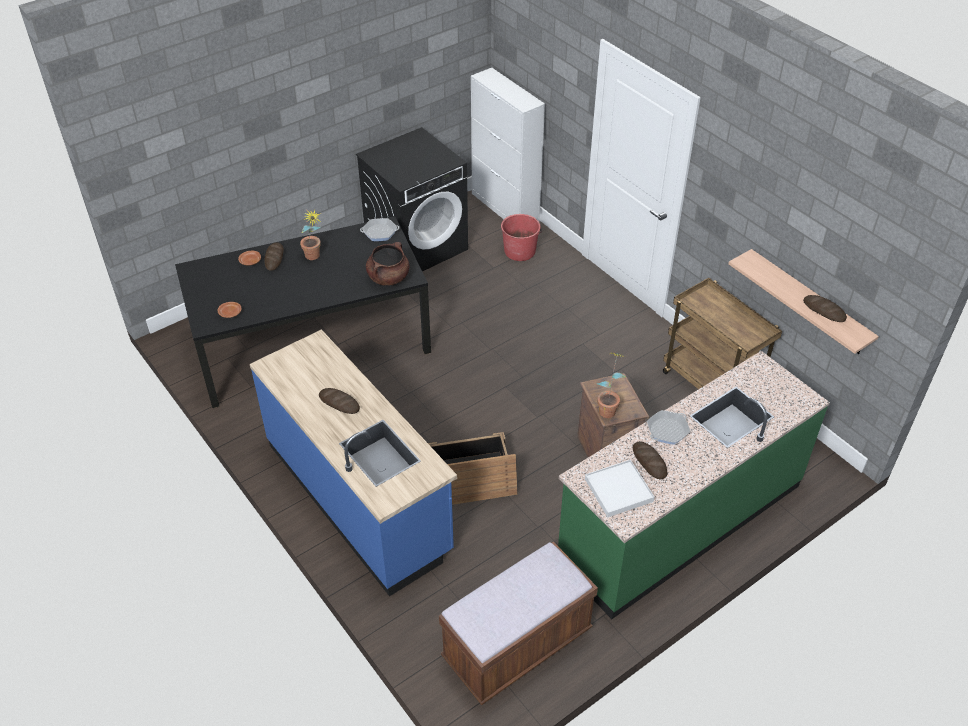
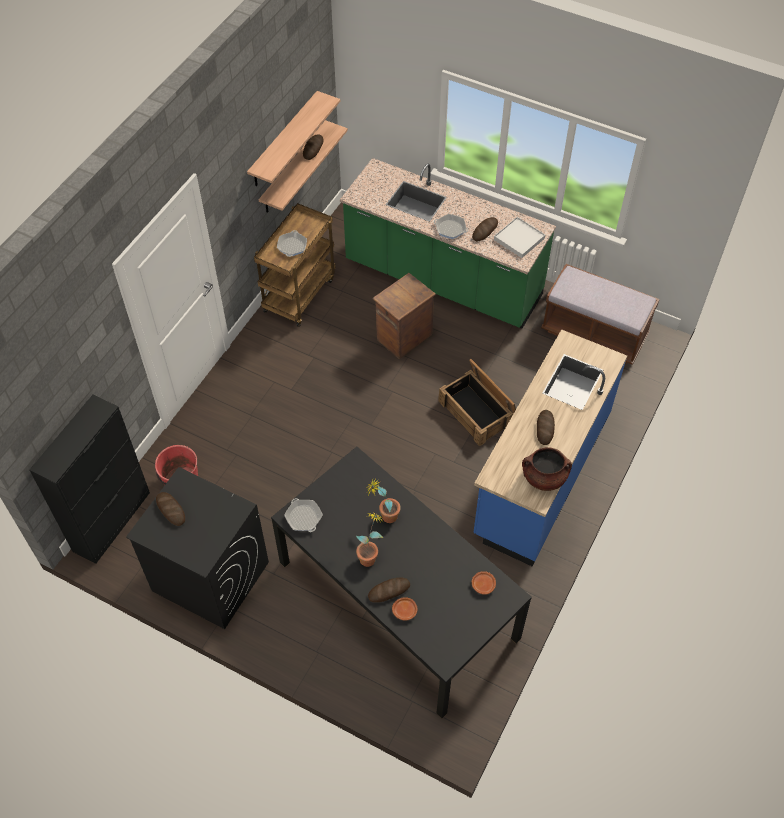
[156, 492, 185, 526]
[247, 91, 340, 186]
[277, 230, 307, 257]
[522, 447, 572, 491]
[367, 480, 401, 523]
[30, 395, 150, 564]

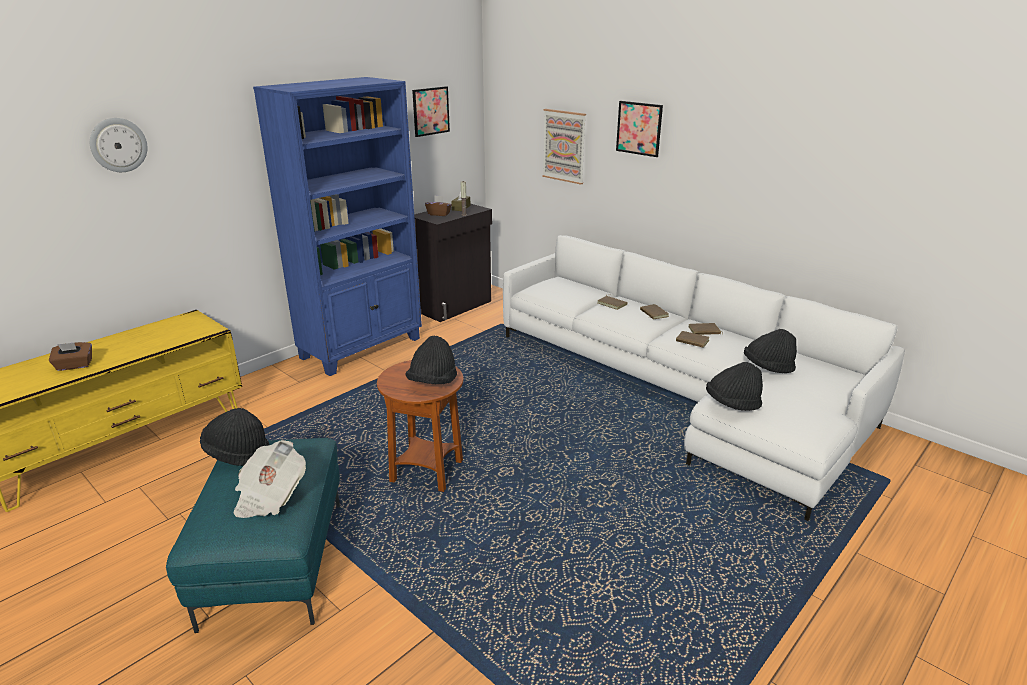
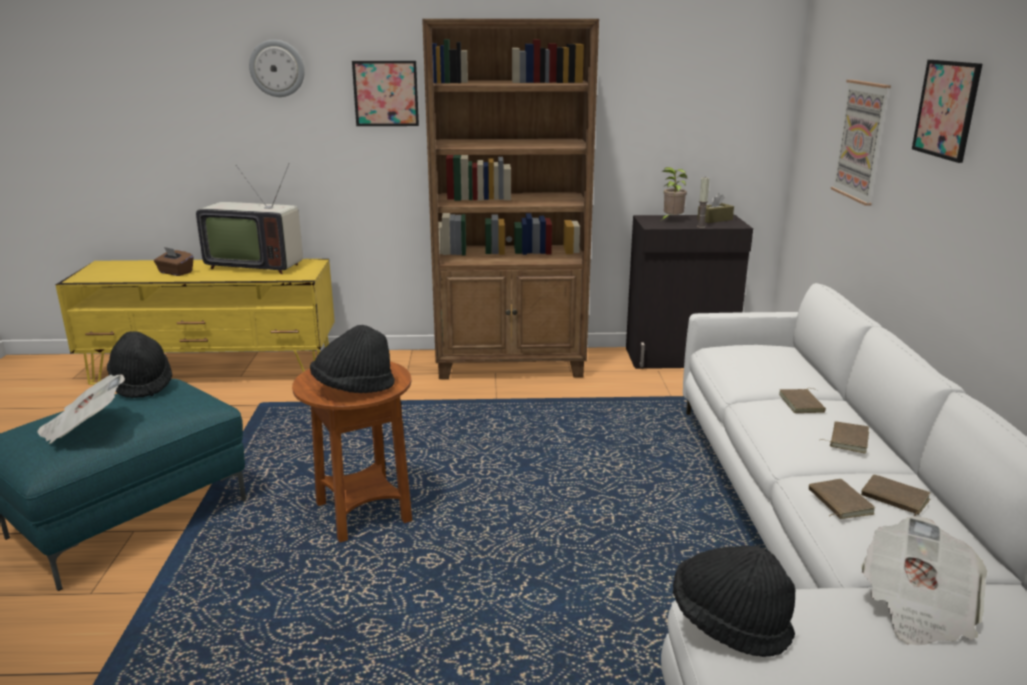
[196, 163, 303, 274]
[352, 61, 419, 126]
[662, 167, 688, 220]
[861, 516, 987, 645]
[422, 19, 599, 379]

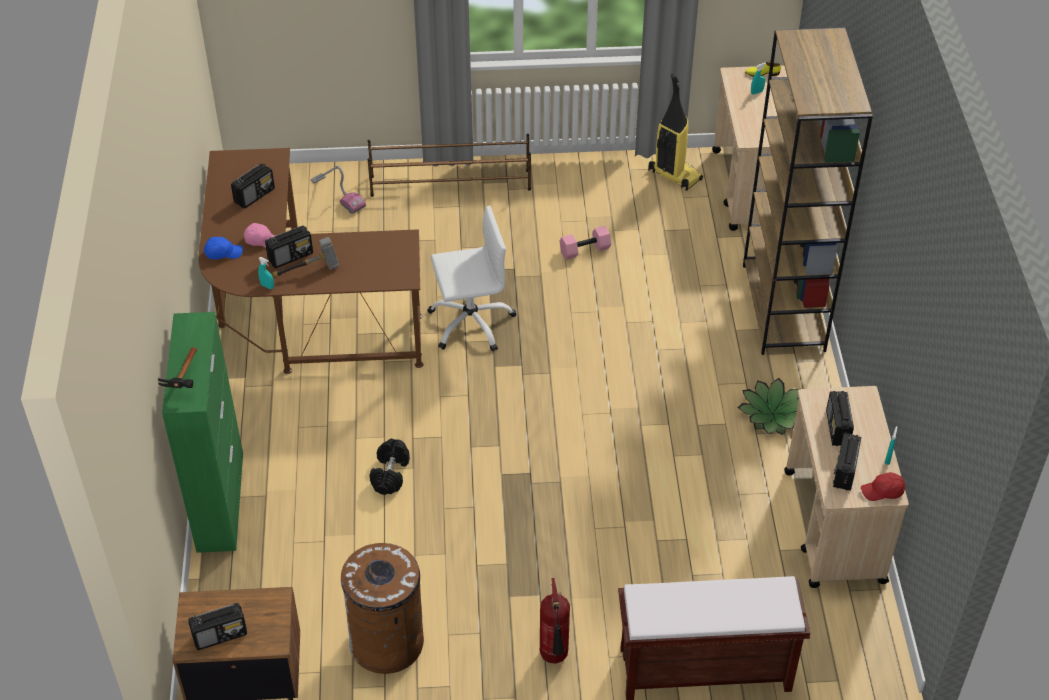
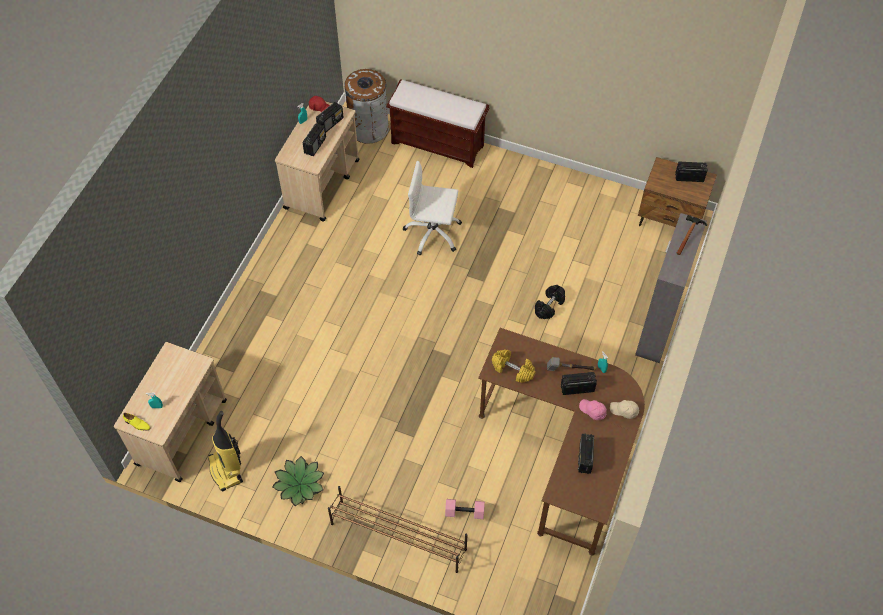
[310, 166, 366, 214] (first image)
[540, 578, 570, 664] (first image)
[743, 28, 873, 355] (first image)
[492, 349, 536, 383]
[344, 69, 389, 144]
[403, 161, 462, 256]
[445, 499, 485, 519]
[272, 456, 324, 506]
[635, 213, 707, 363]
[610, 400, 639, 419]
[578, 434, 594, 474]

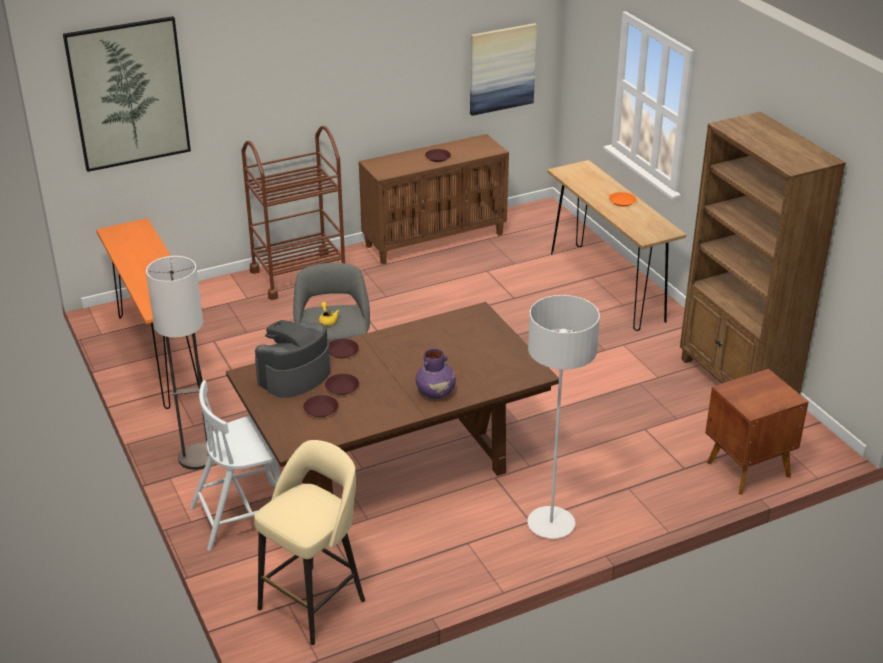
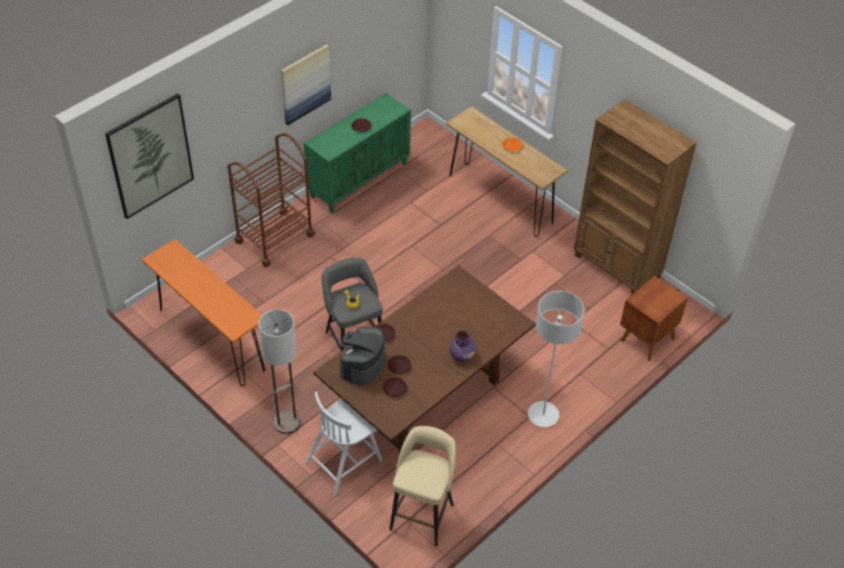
[281, 44, 331, 125]
[304, 93, 411, 213]

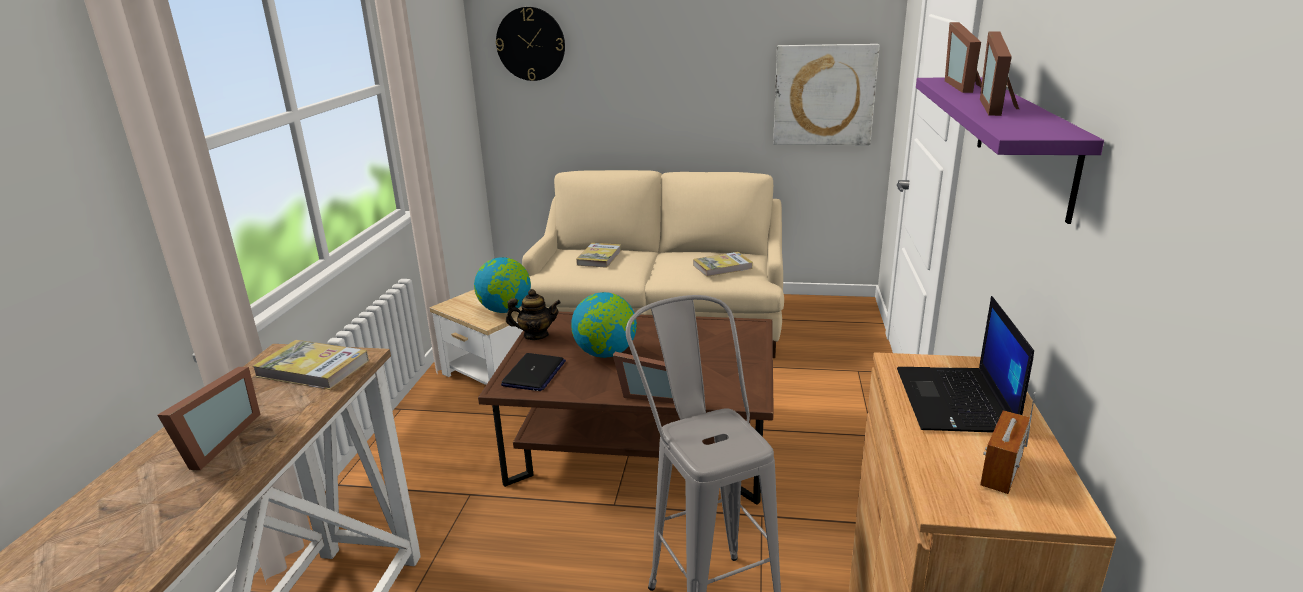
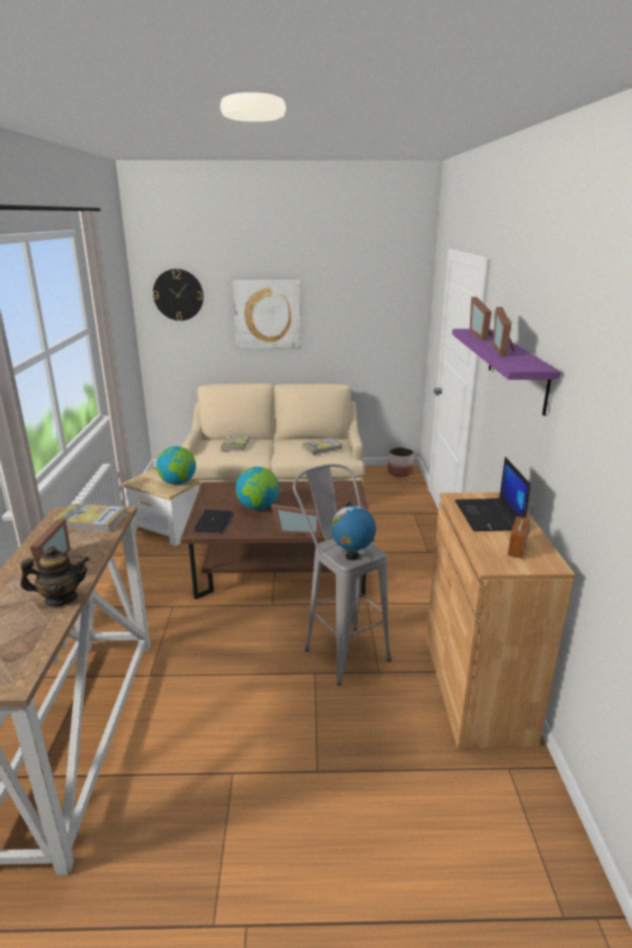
[331, 502, 376, 560]
[388, 447, 414, 477]
[20, 546, 89, 607]
[233, 280, 301, 349]

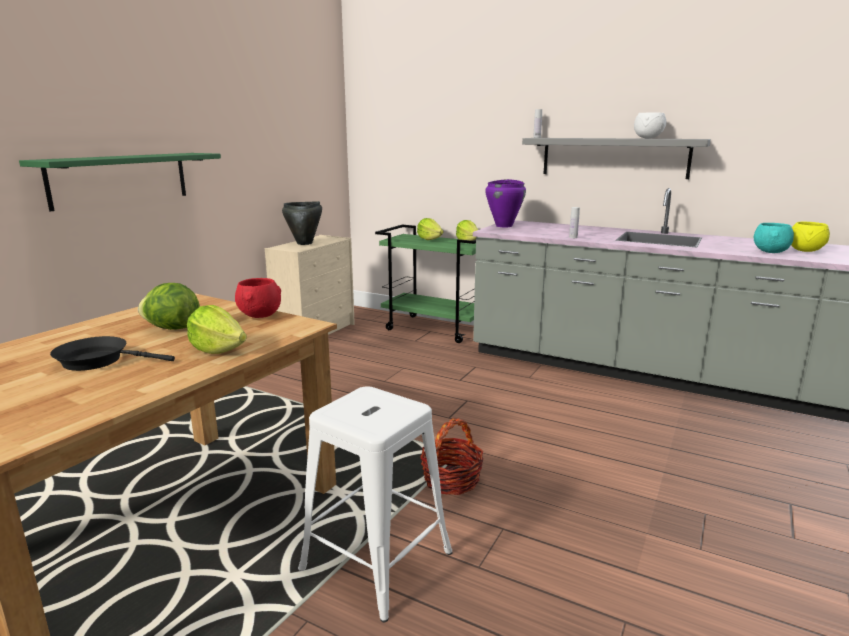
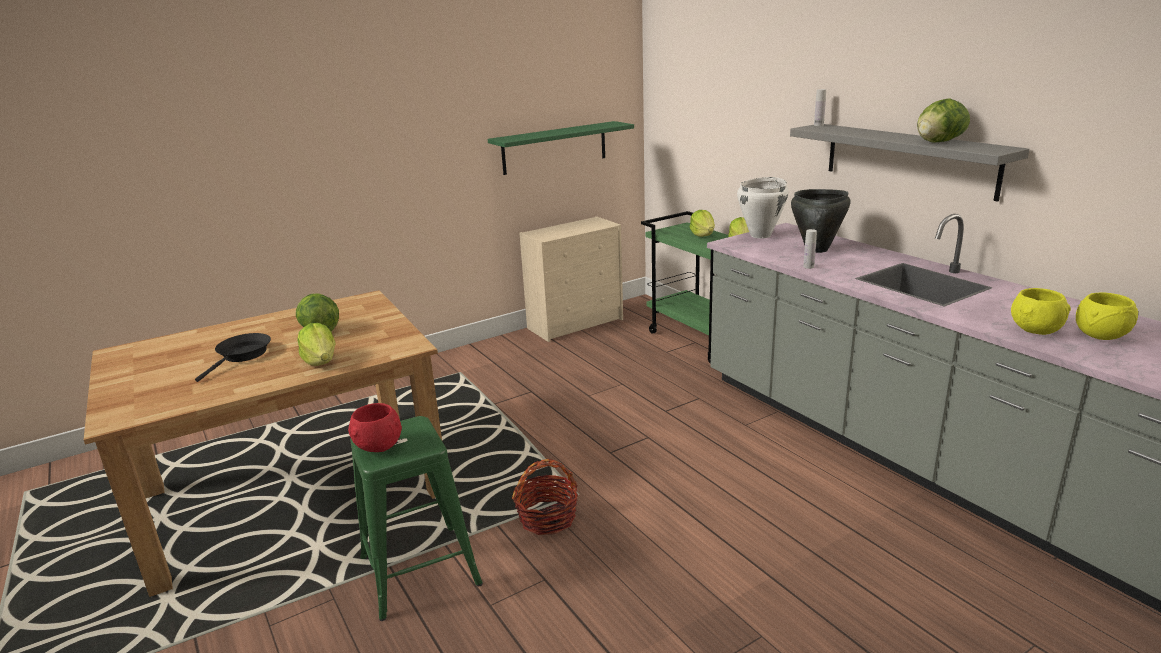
[488, 121, 634, 175]
[348, 403, 402, 452]
[791, 189, 850, 253]
[917, 98, 970, 143]
[350, 416, 483, 621]
[737, 177, 789, 238]
[1011, 288, 1071, 335]
[195, 333, 271, 382]

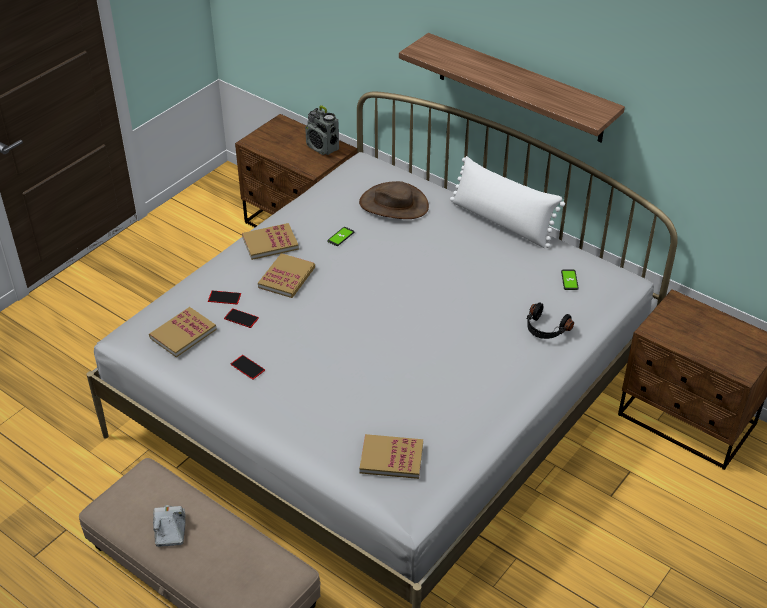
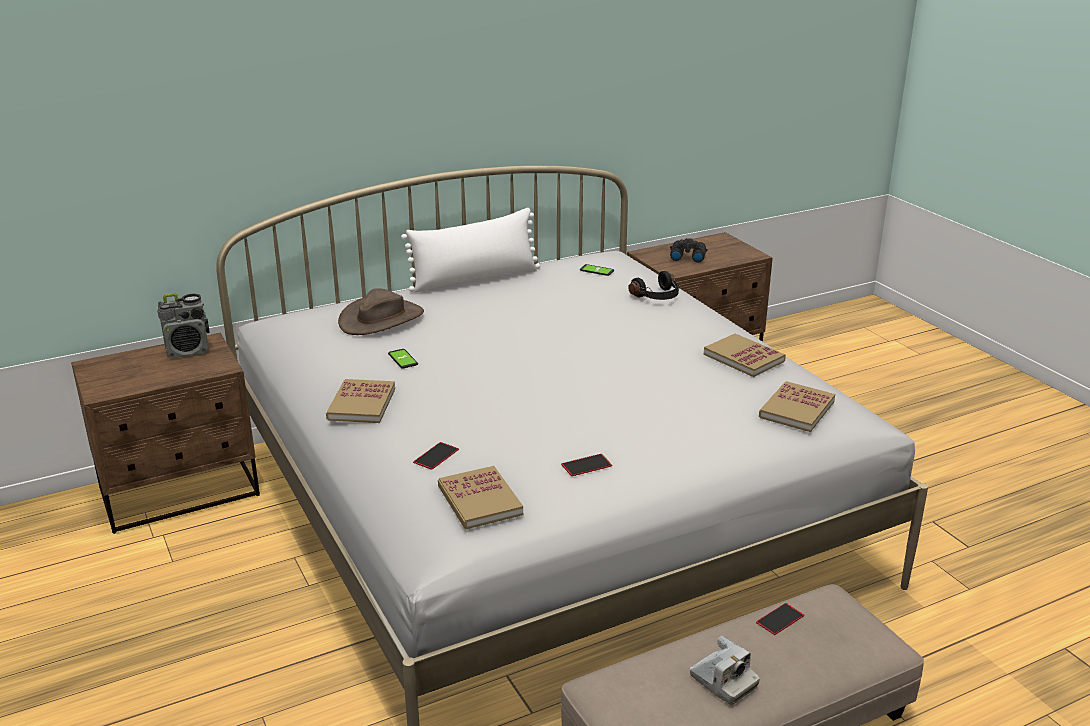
[399, 33, 625, 142] (first image)
[670, 238, 708, 263]
[756, 603, 804, 635]
[704, 333, 786, 377]
[690, 636, 760, 705]

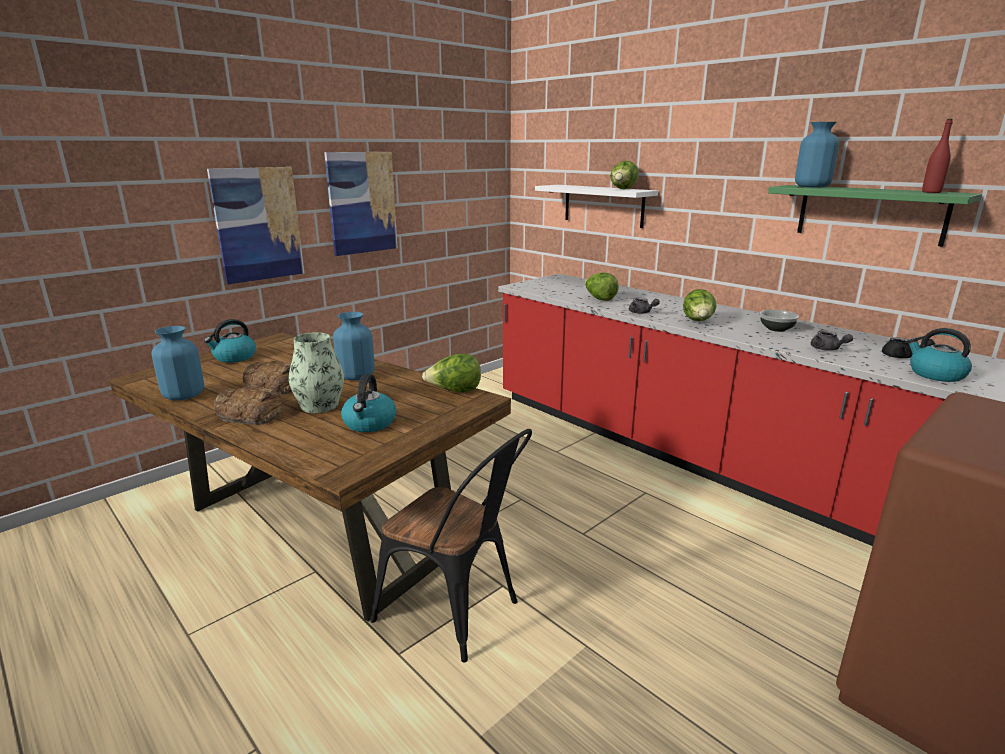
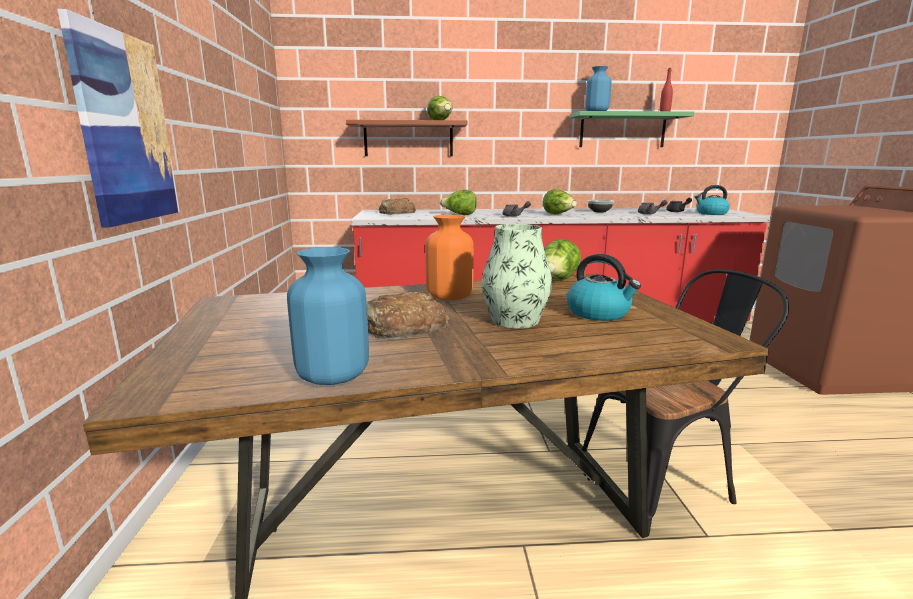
[204, 319, 256, 363] (first image)
[324, 152, 398, 256] (first image)
[379, 198, 416, 214]
[425, 215, 474, 301]
[346, 120, 467, 156]

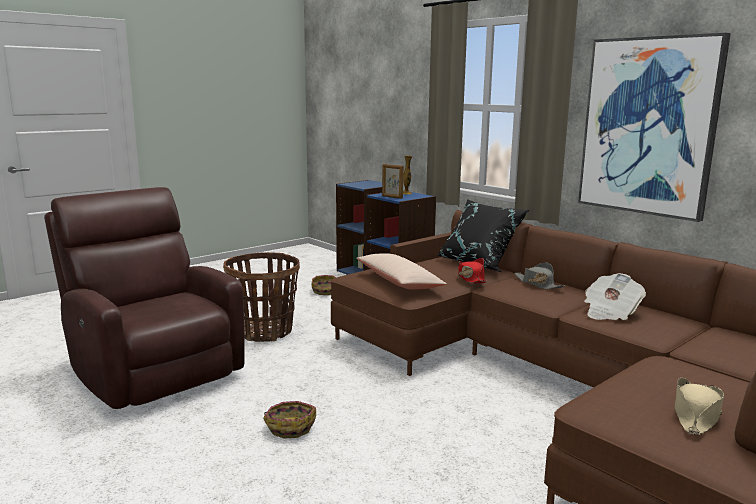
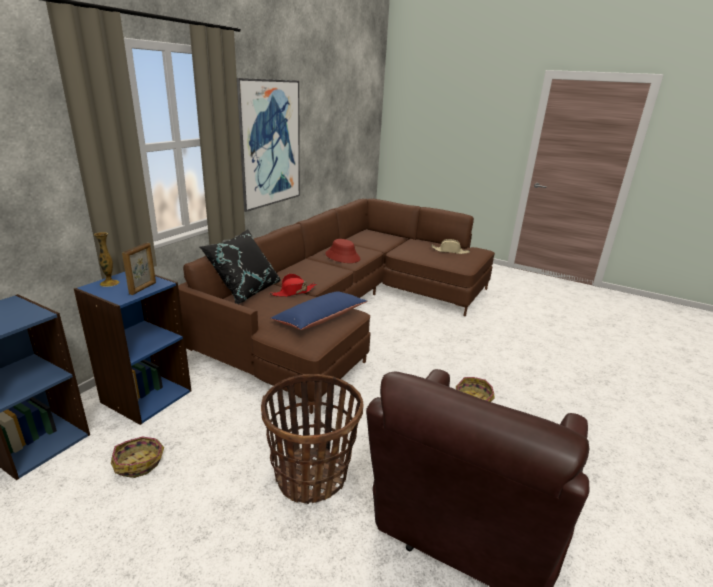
[514, 262, 565, 289] (first image)
[325, 239, 360, 263]
[271, 291, 367, 330]

